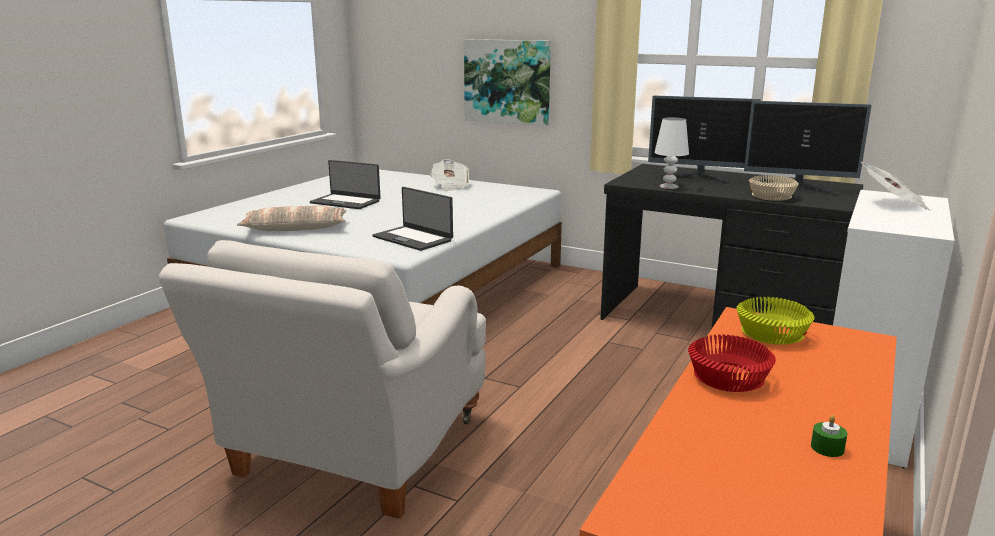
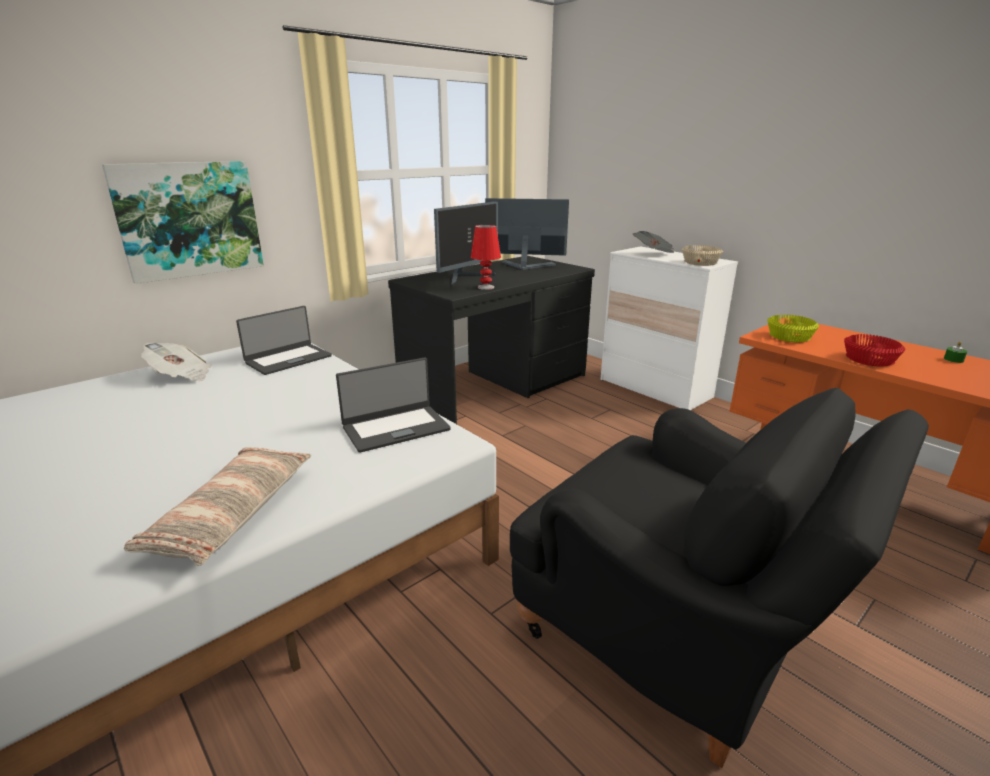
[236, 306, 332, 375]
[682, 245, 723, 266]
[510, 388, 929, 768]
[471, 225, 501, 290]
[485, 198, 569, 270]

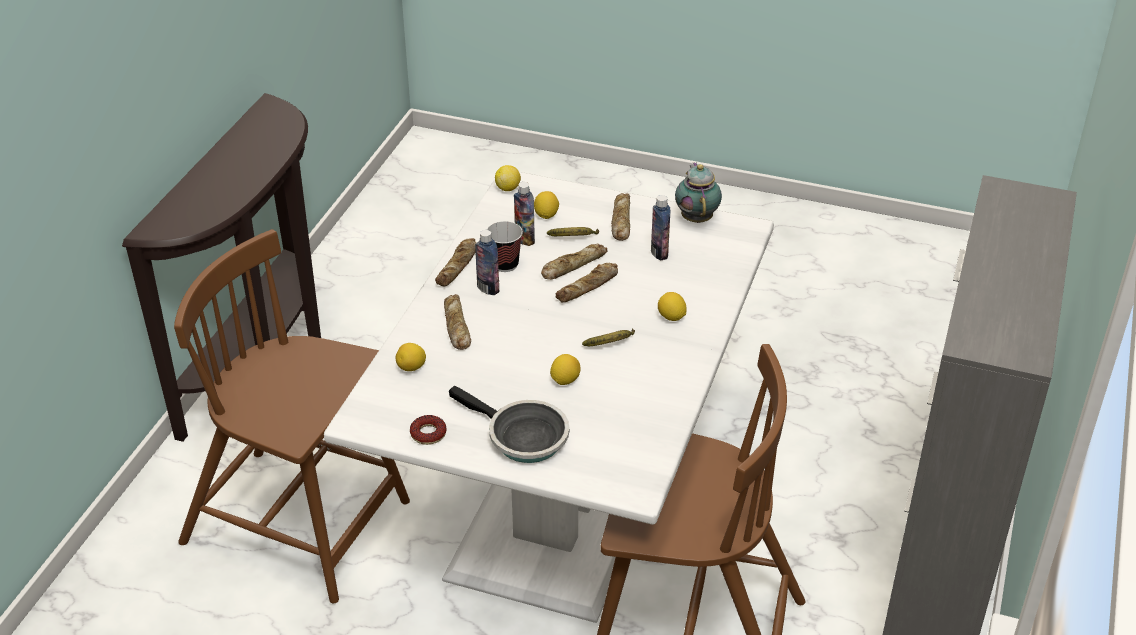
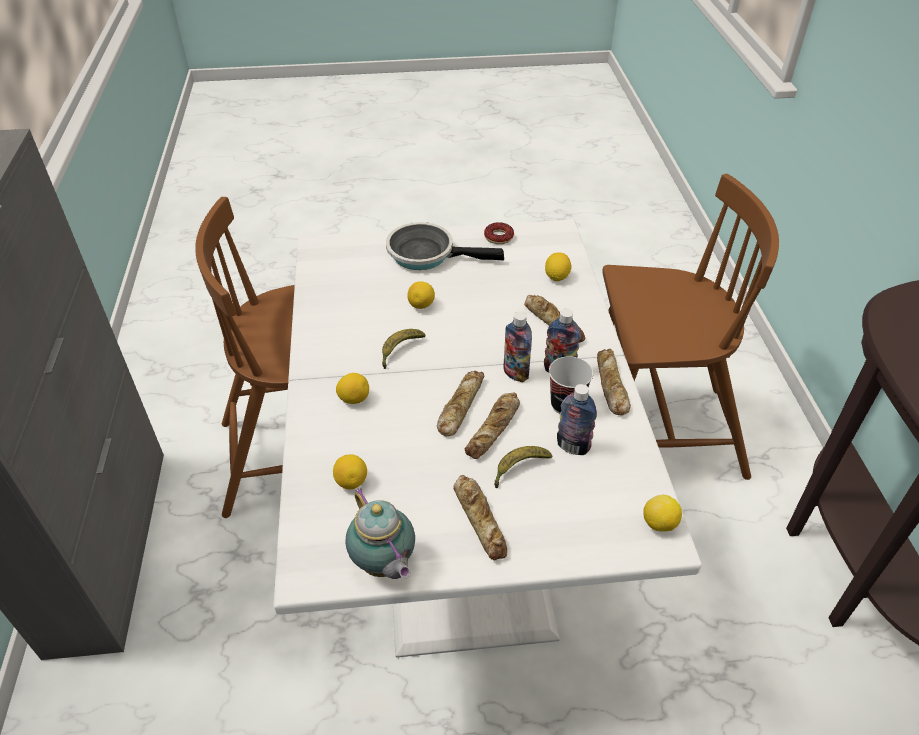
[333, 454, 367, 489]
[504, 312, 532, 382]

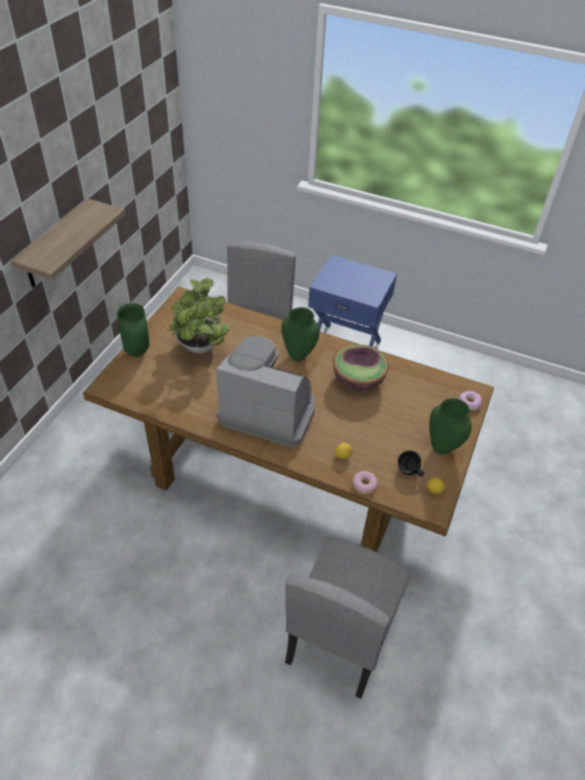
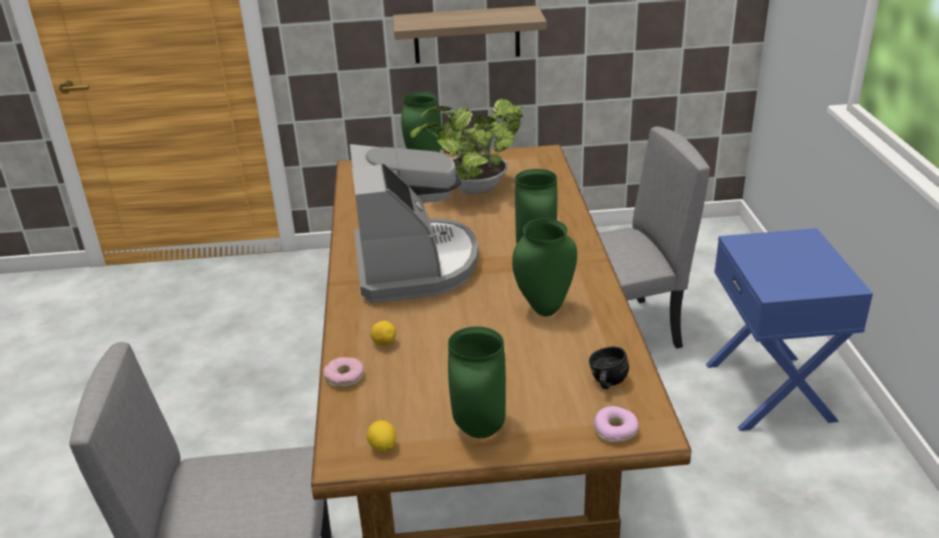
[589, 346, 629, 389]
[512, 218, 577, 316]

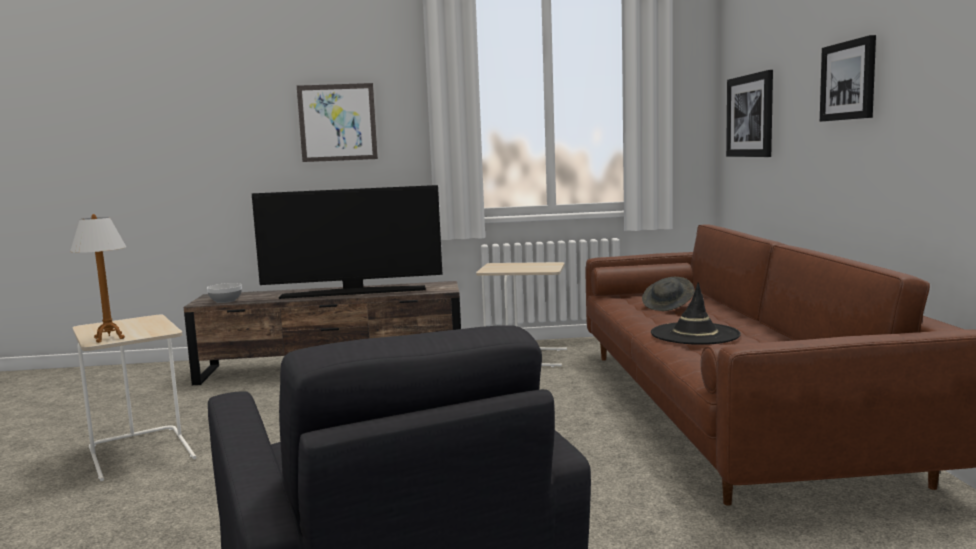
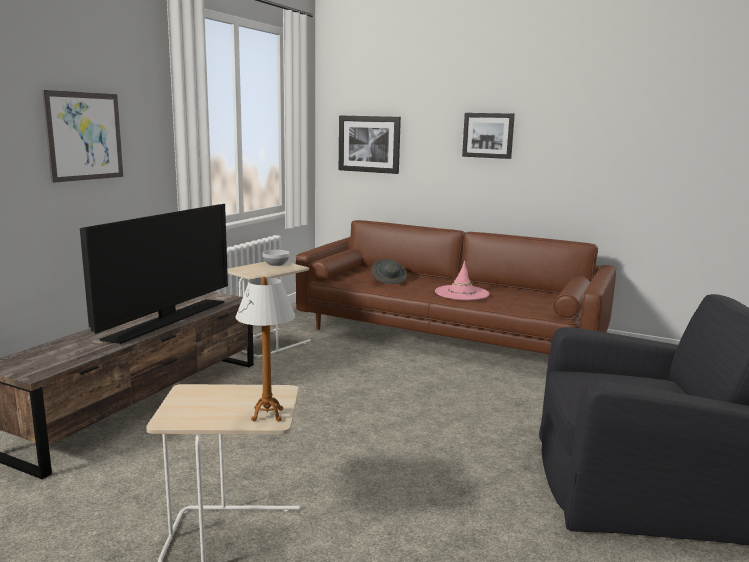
[262, 250, 289, 266]
[435, 261, 490, 300]

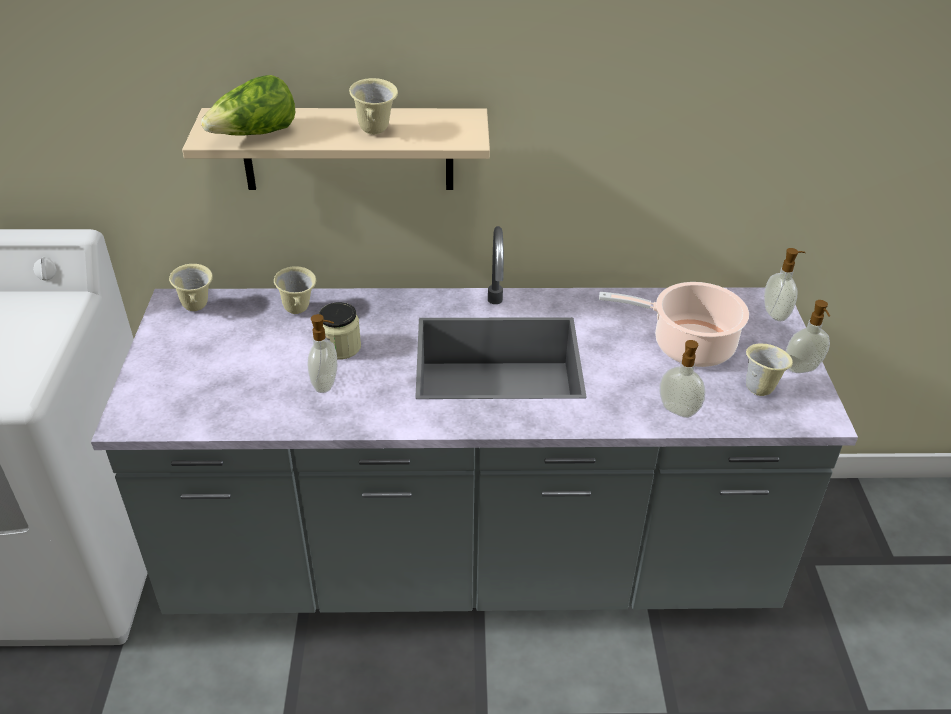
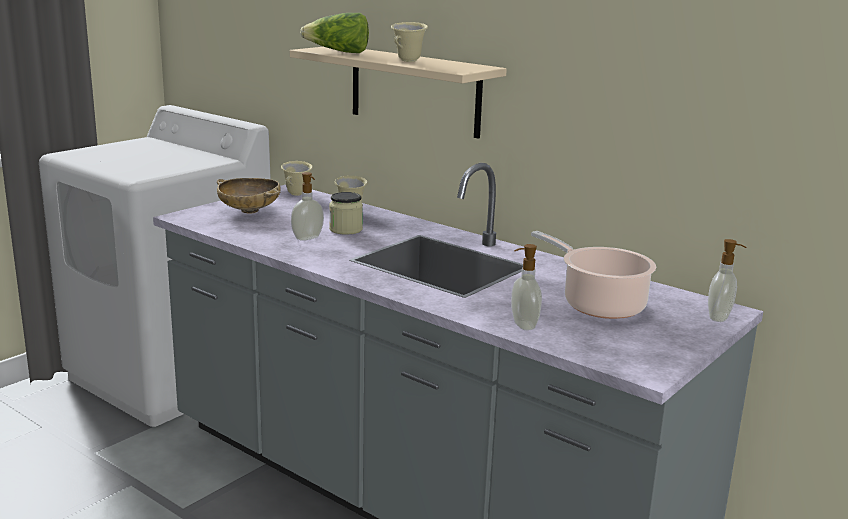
[746, 343, 793, 396] (first image)
[786, 300, 830, 373] (first image)
[217, 178, 281, 214]

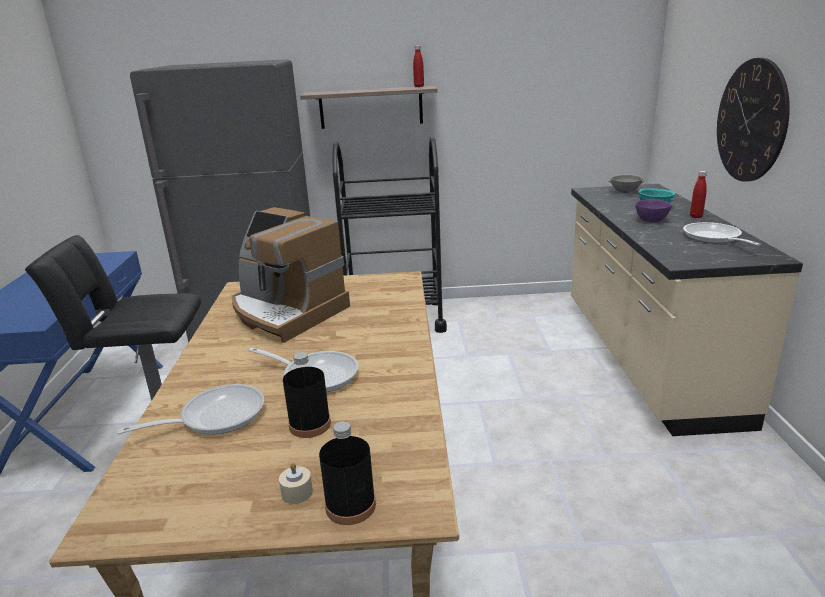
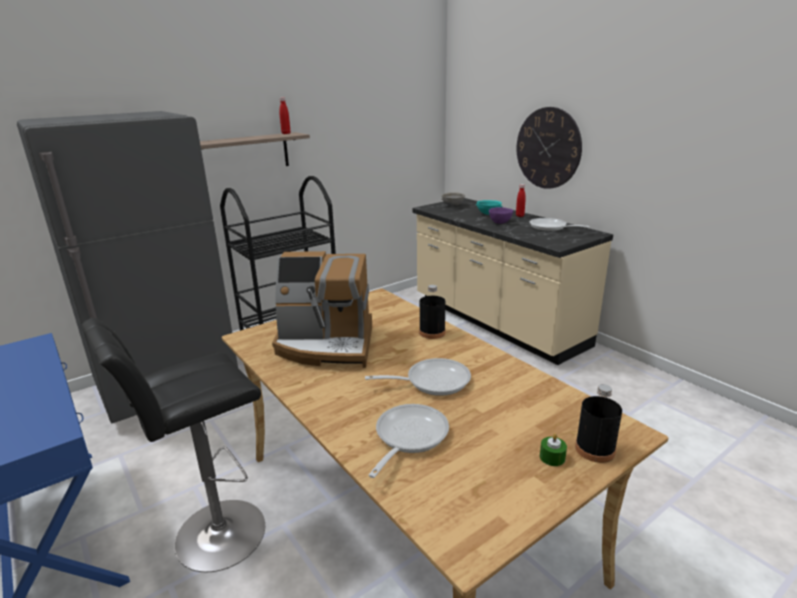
[419, 285, 445, 339]
[540, 433, 567, 466]

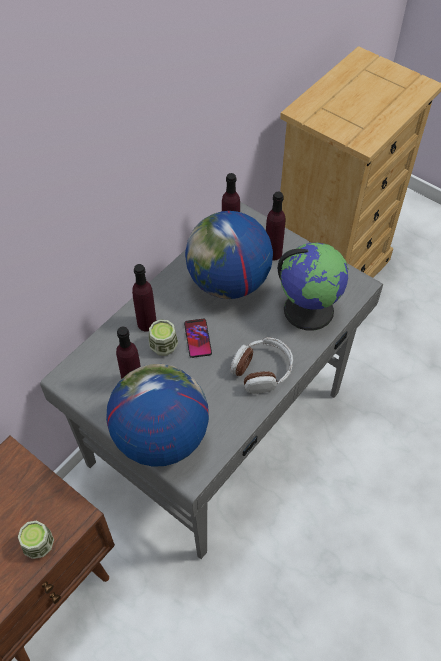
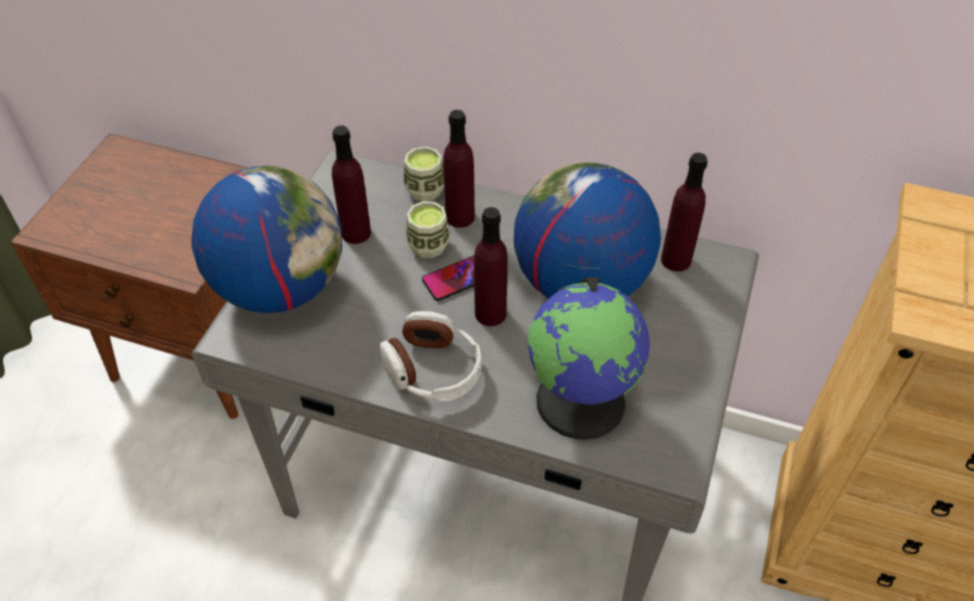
[404, 146, 444, 201]
[474, 207, 508, 326]

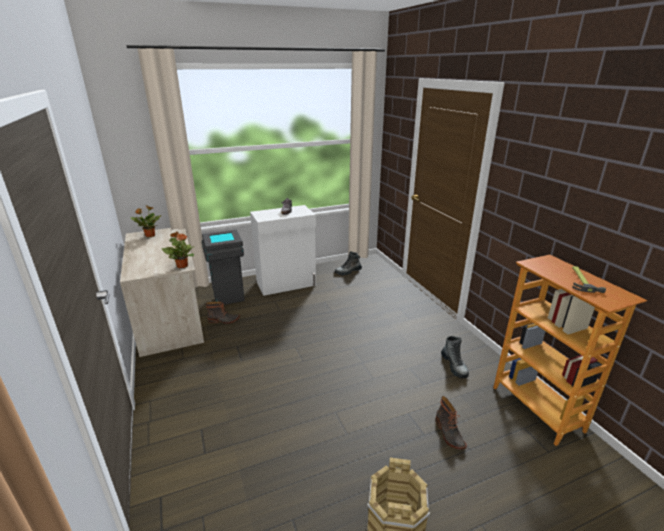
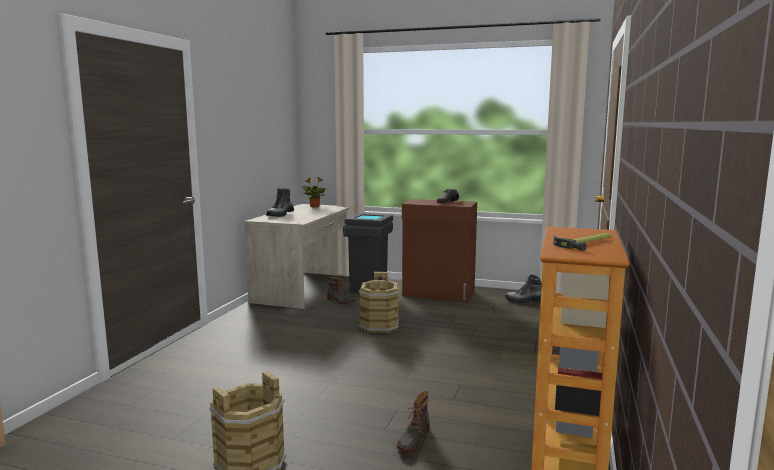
[162, 232, 194, 268] (first image)
[359, 272, 399, 333]
[266, 188, 294, 217]
[402, 199, 477, 302]

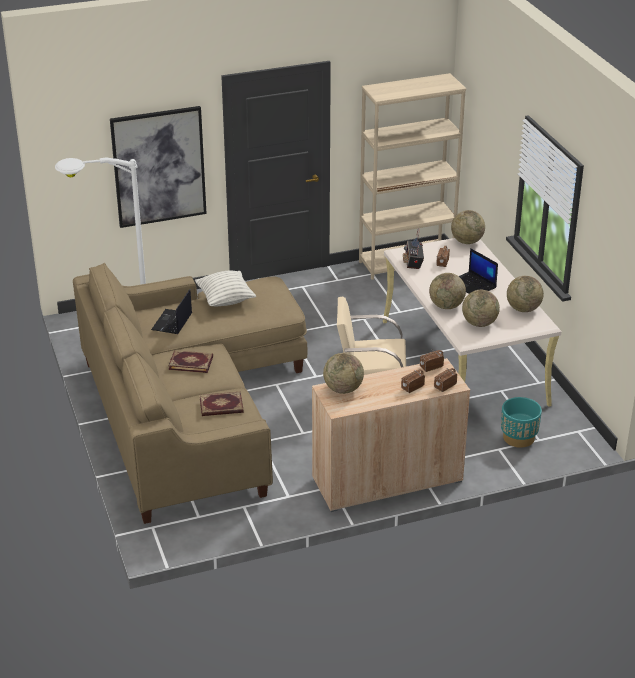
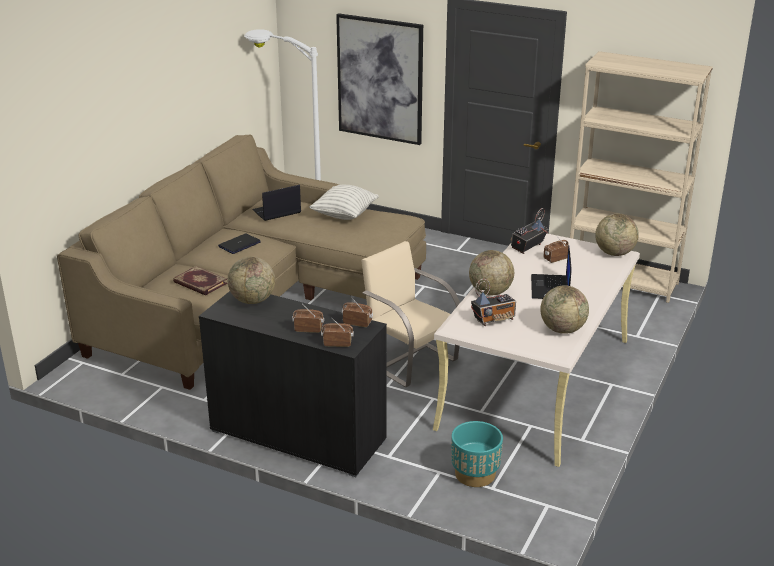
[218, 233, 261, 254]
[471, 279, 516, 326]
[199, 291, 387, 477]

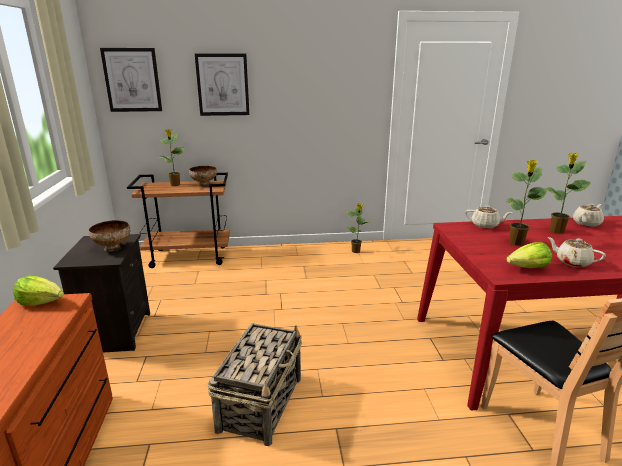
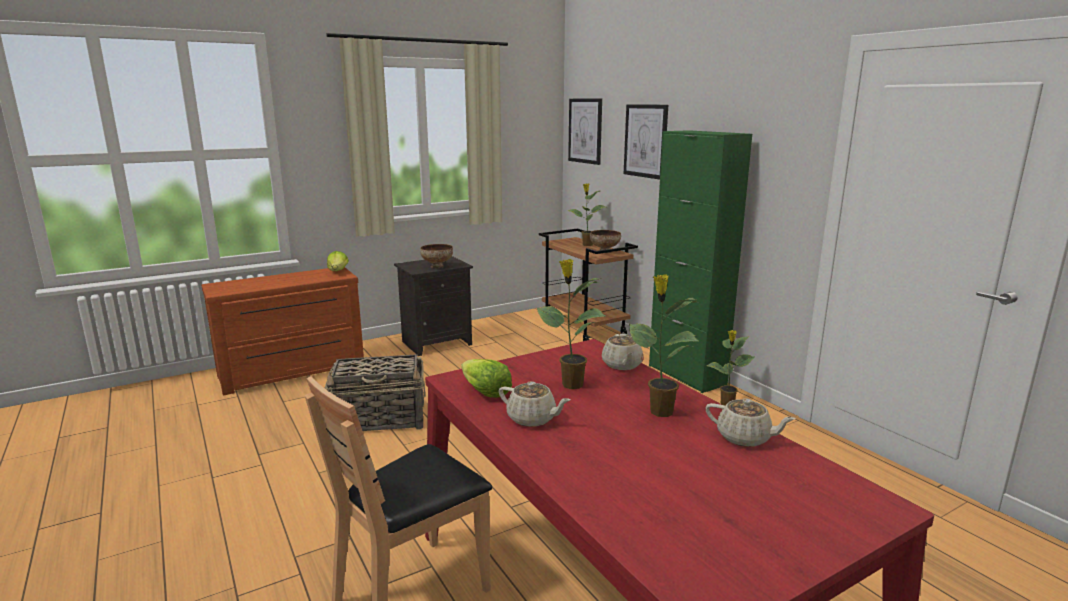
[649, 130, 752, 393]
[499, 381, 571, 427]

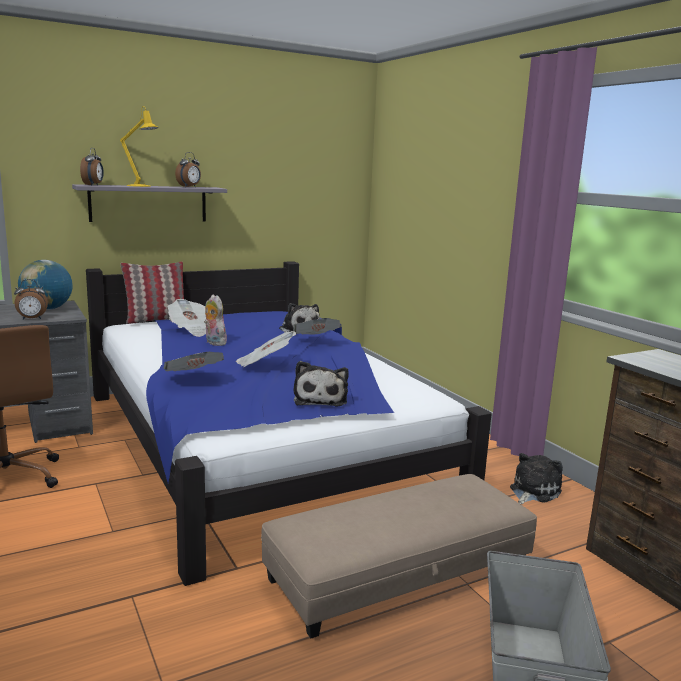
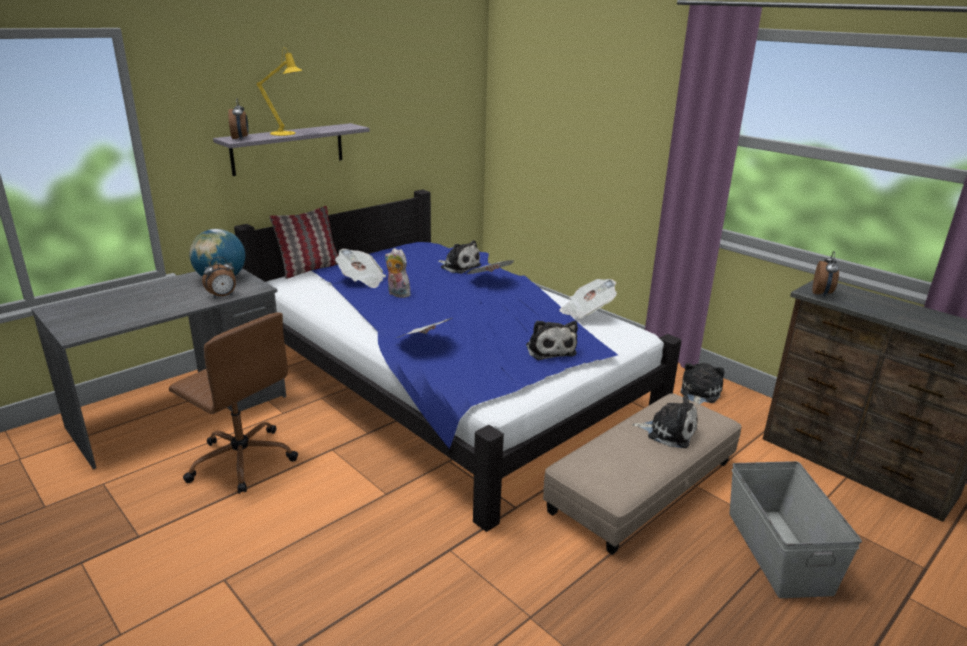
[632, 395, 698, 448]
[813, 251, 839, 298]
[559, 279, 617, 319]

